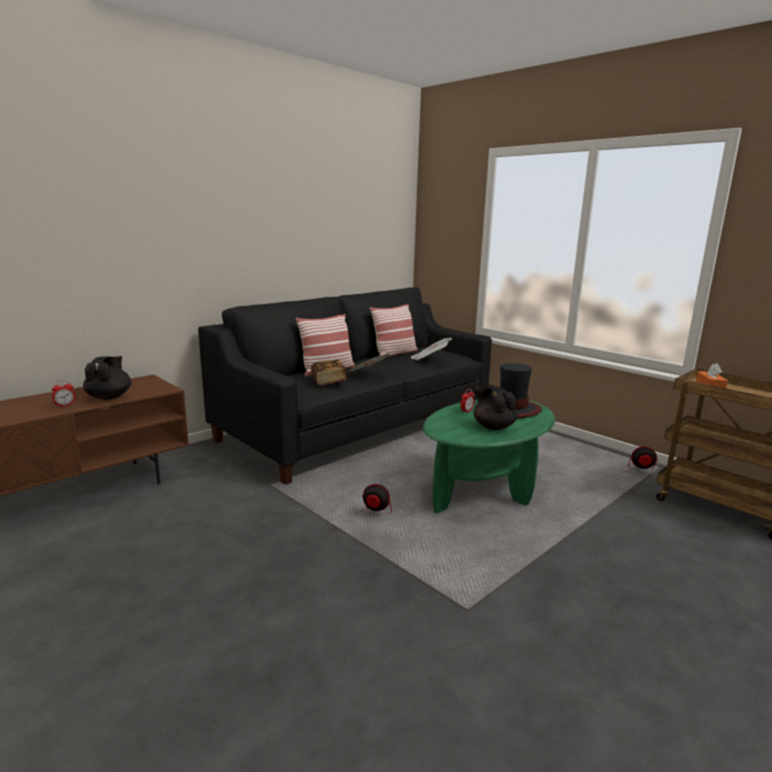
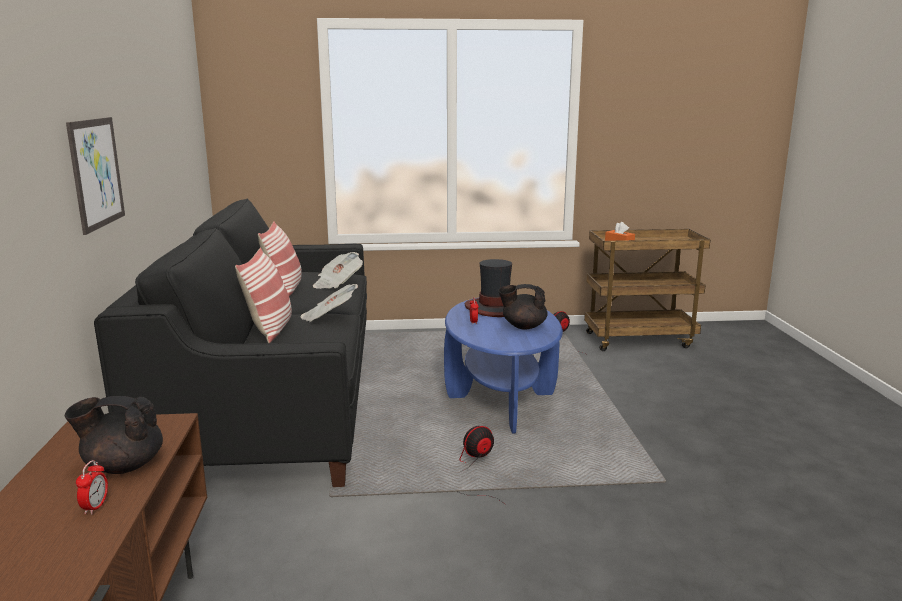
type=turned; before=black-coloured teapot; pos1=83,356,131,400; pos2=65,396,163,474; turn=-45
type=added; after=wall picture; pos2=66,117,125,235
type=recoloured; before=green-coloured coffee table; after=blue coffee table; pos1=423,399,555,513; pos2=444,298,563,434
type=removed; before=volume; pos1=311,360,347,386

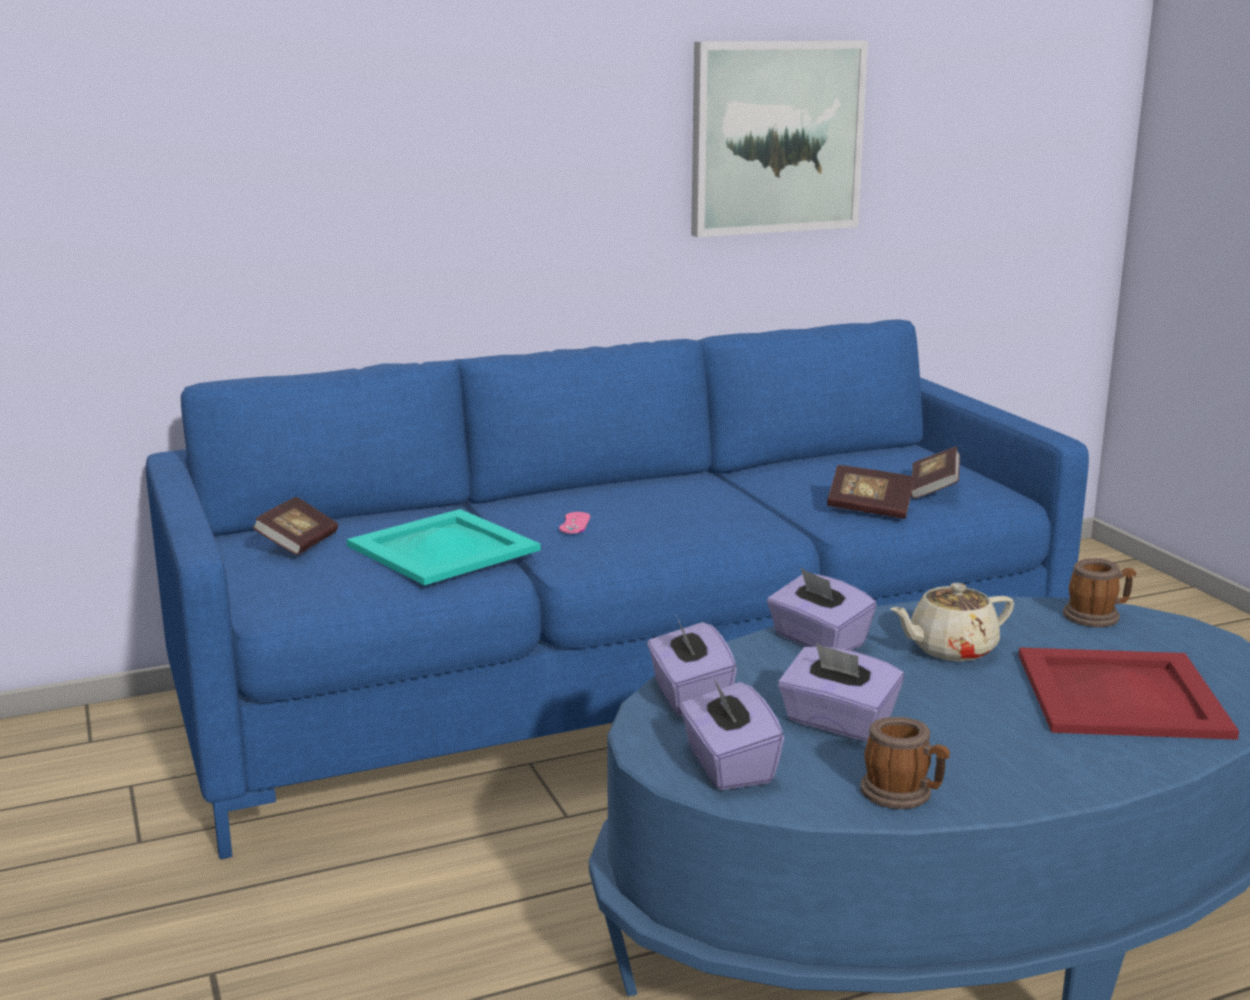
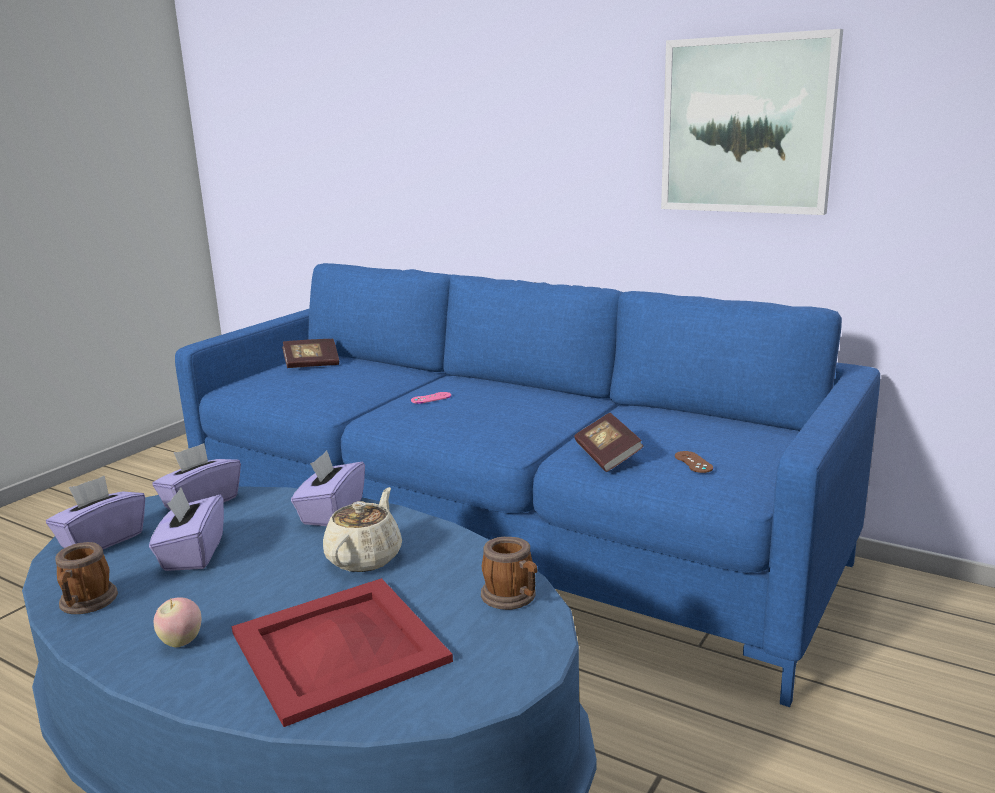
type=added; after=apple fruit; pos2=154,597,201,647
type=turned; before=beige-coloured teapot; pos1=890,583,1014,661; pos2=323,487,402,572; turn=75
type=replaced; before=volume; after=brown gamepad; pos1=911,446,960,499; pos2=675,451,713,473
type=removed; before=turquoise serving tray; pos1=347,509,541,585

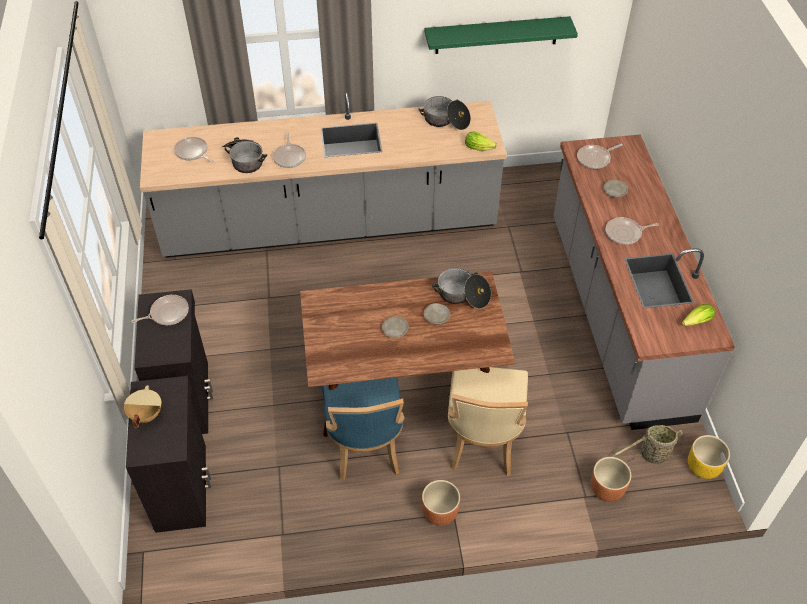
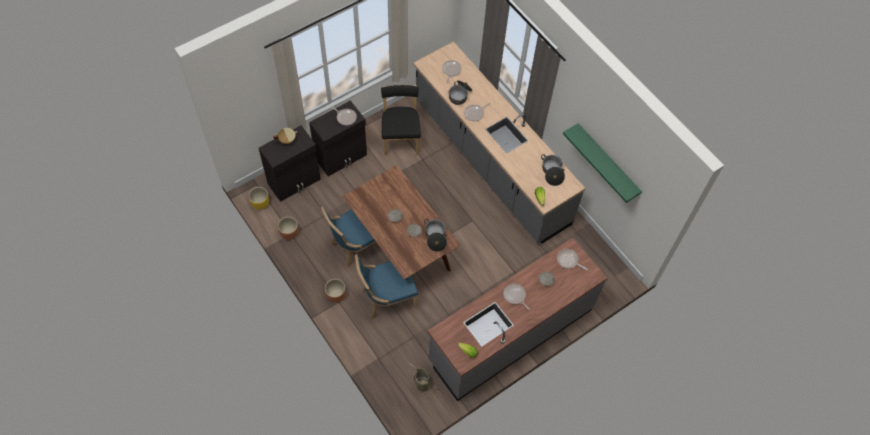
type=moved; before=yellowish planter; pos1=688,435,730,479; pos2=248,187,269,210
type=moved; before=brown planter; pos1=591,457,631,501; pos2=278,217,298,240
type=recoloured; before=beige-coloured upright chair; after=blue upright chair; pos1=448,367,528,476; pos2=355,254,418,319
type=added; after=black-coloured upright chair; pos2=381,85,421,155

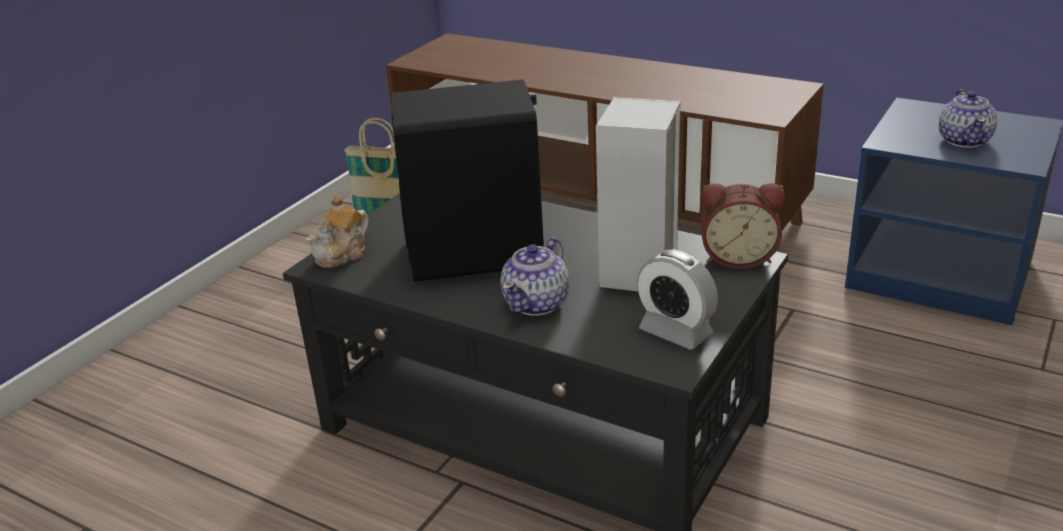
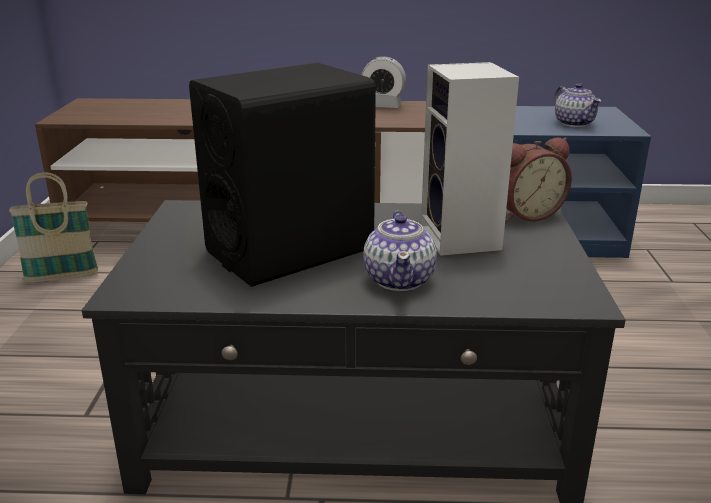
type=moved; before=bedside clock; pos1=637,249,718,350; pos2=361,56,406,108
type=removed; before=teapot; pos1=306,196,369,268

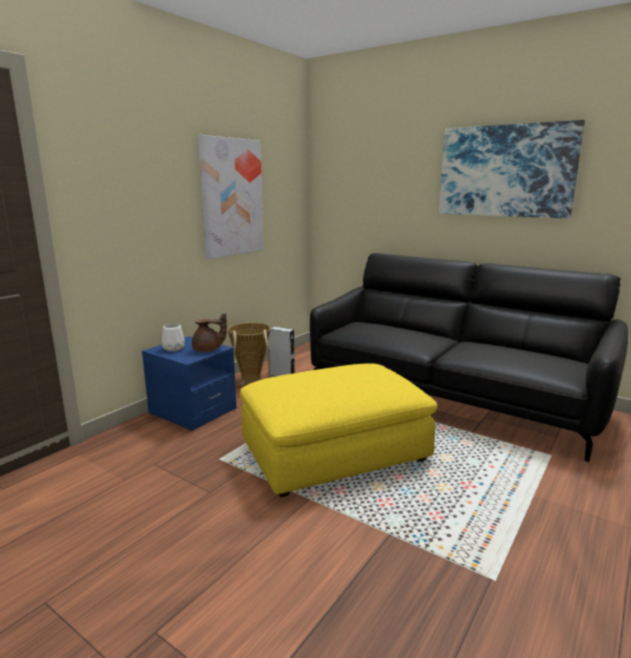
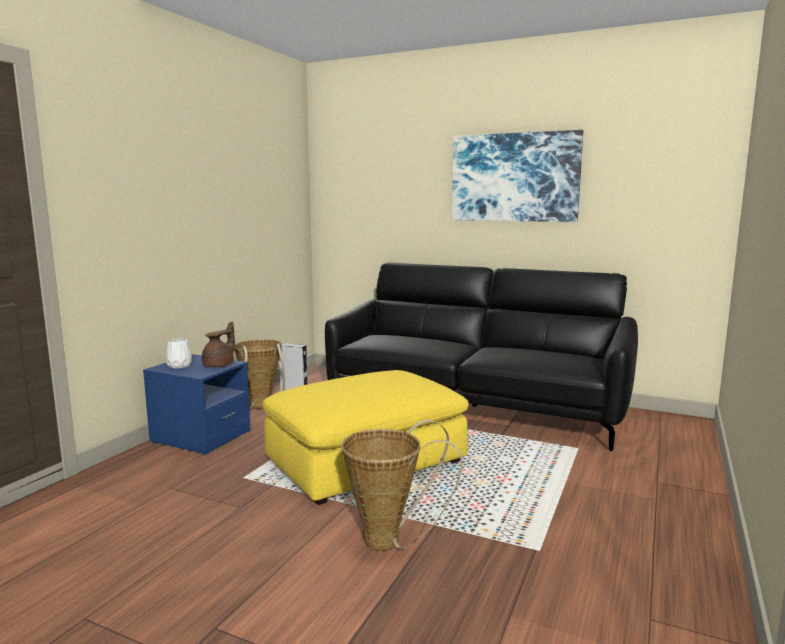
type=turned; before=brown teapot; pos1=192,313,227,352; pos2=202,321,235,367; turn=-45
type=added; after=basket; pos2=341,420,463,551
type=removed; before=wall picture; pos1=198,135,264,259

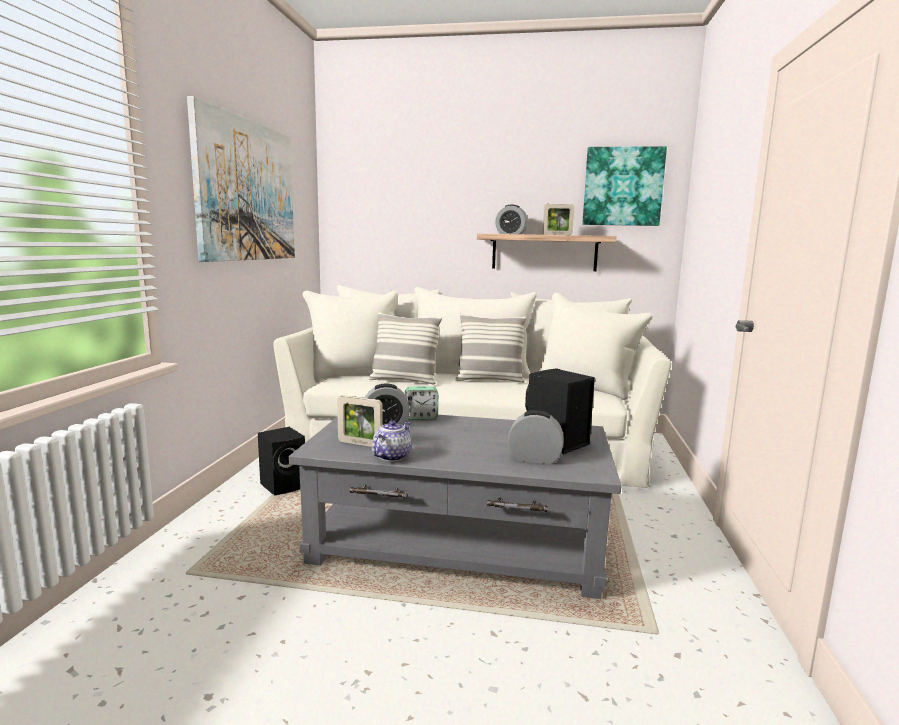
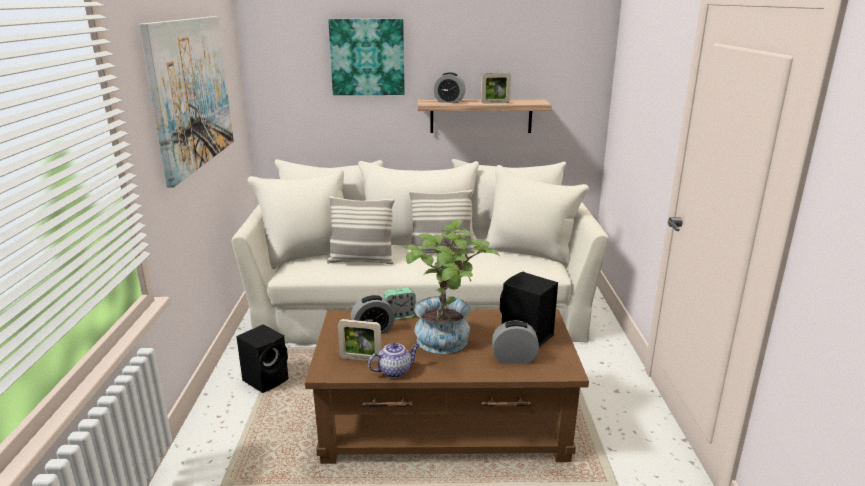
type=recoloured; before=greyish coffee table; after=brown coffee table; pos1=289,415,621,599; pos2=305,309,589,464
type=moved; before=wall picture; pos1=582,146,667,226; pos2=328,19,405,95
type=turned; before=teapot; pos1=372,420,411,461; pos2=368,343,420,378; turn=45
type=added; after=plant in a pot; pos2=403,219,499,354

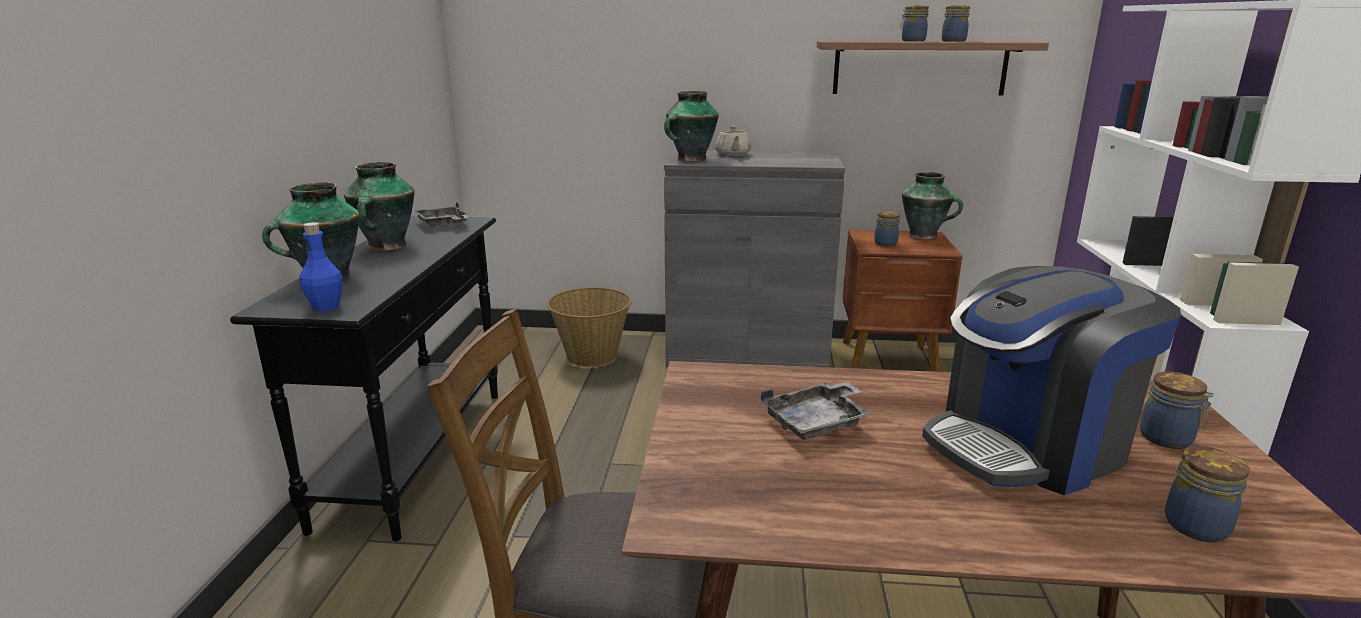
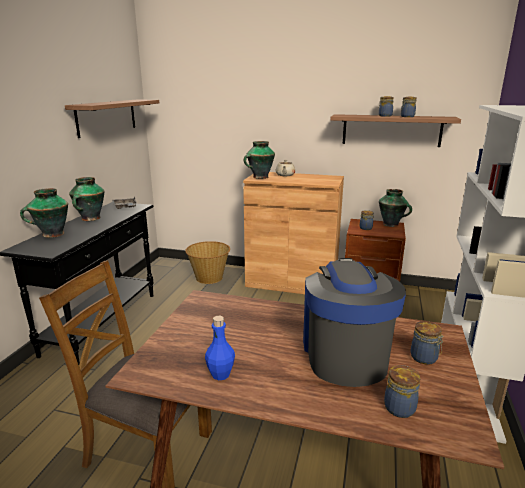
type=added; after=bracket shelf; pos2=65,100,159,138
type=moved; before=blue beverage bottle; pos1=299,222,343,311; pos2=205,316,235,380
type=recoloured; before=greyish storage cabinet; after=brown storage cabinet; pos1=664,150,845,367; pos2=243,172,344,294
type=turned; before=coffee maker; pos1=922,266,1181,495; pos2=303,258,406,387; turn=105
type=removed; before=greyish serving tray; pos1=761,382,872,440

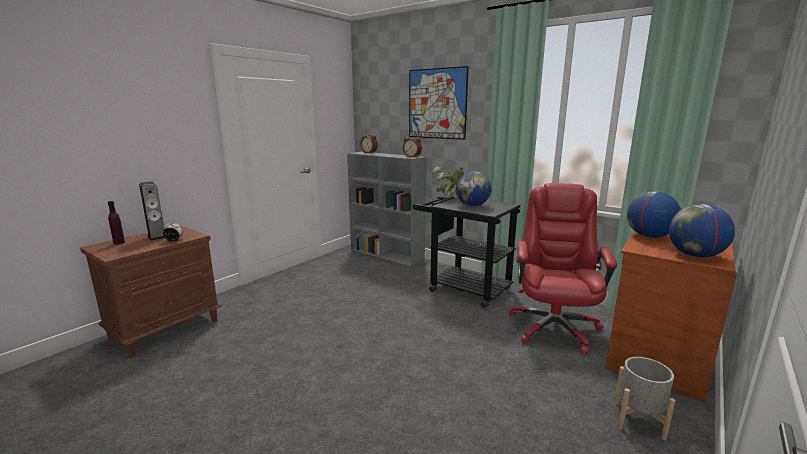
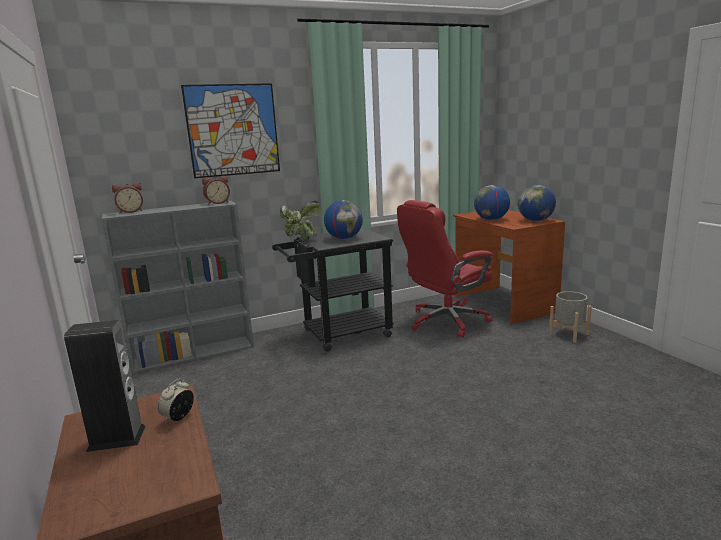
type=turned; before=red-coloured desk chair; pos1=509,183,617,354; pos2=397,200,493,337; turn=-75
type=removed; before=purple-coloured beverage bottle; pos1=108,201,125,245

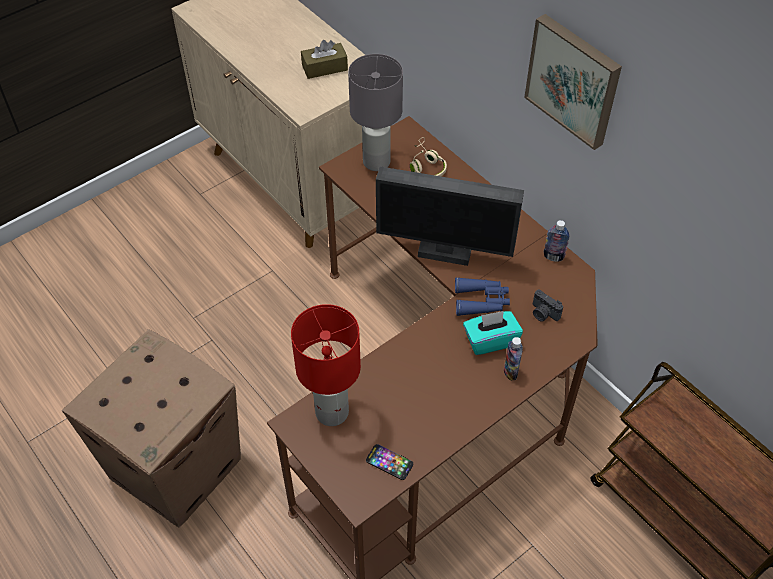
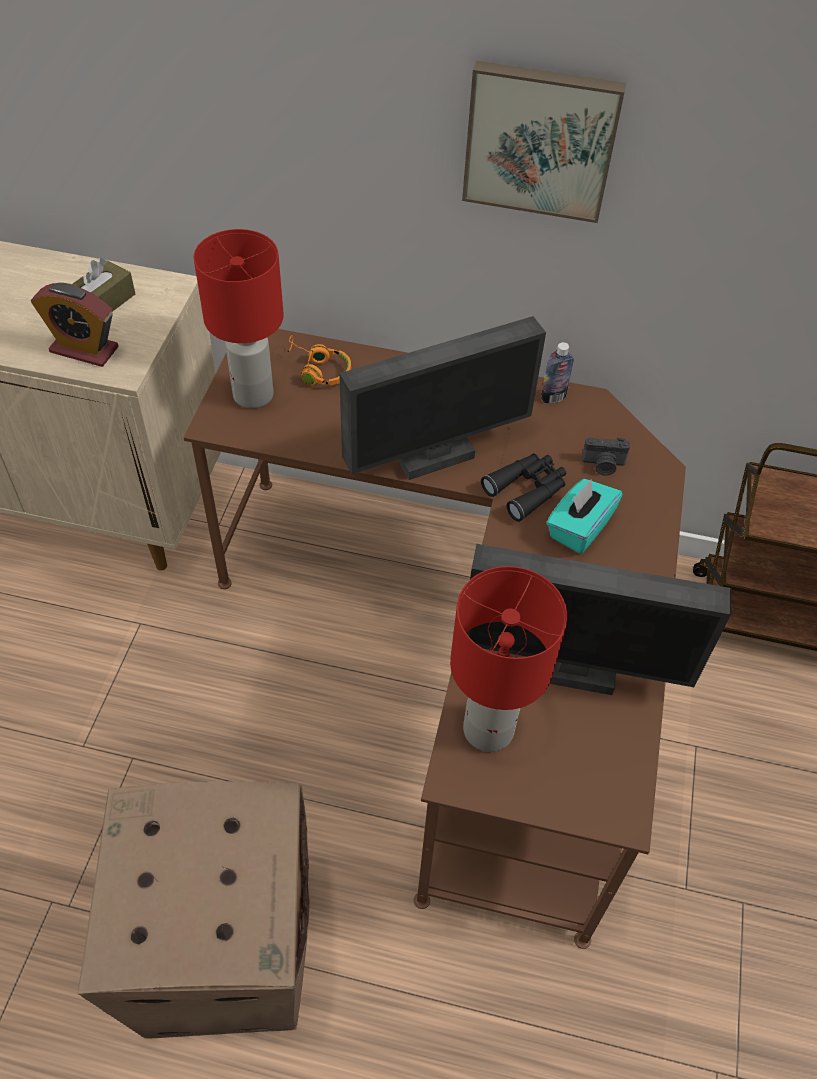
type=added; after=bedside clock; pos2=31,283,119,367
type=recoloured; before=greyish table lamp; after=red-coloured table lamp; pos1=348,54,403,171; pos2=193,229,284,408
type=recoloured; before=beige-coloured headset; after=orange-coloured headset; pos1=410,137,447,176; pos2=287,335,351,386
type=added; after=computer display; pos2=466,544,731,695
type=recoloured; before=blue pair of binoculars; after=black-coloured pair of binoculars; pos1=455,277,510,316; pos2=481,453,566,522
type=removed; before=handset; pos1=366,444,413,480
type=removed; before=beverage bottle; pos1=504,337,523,381

